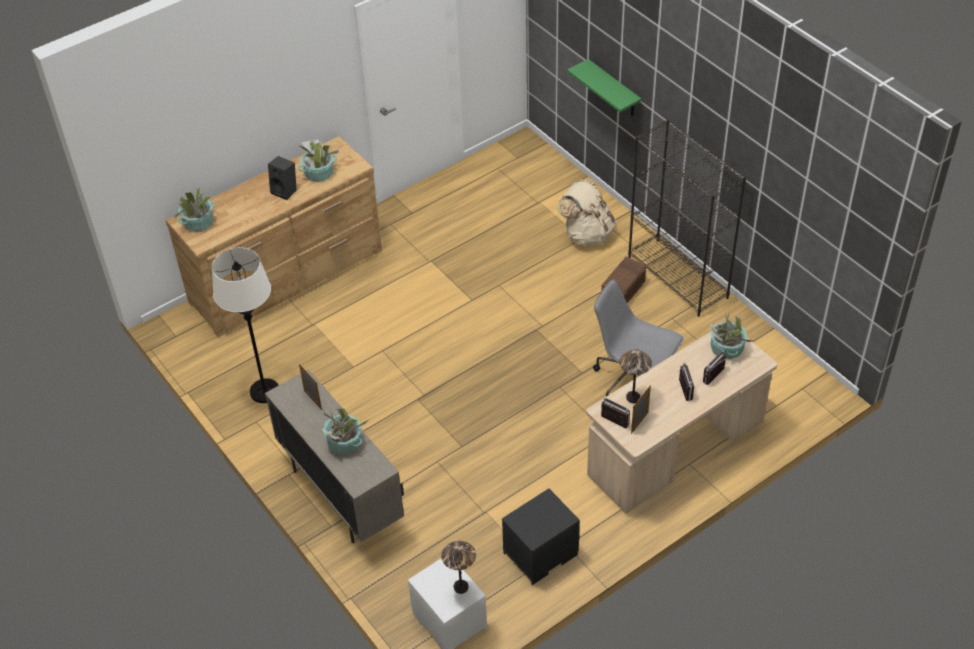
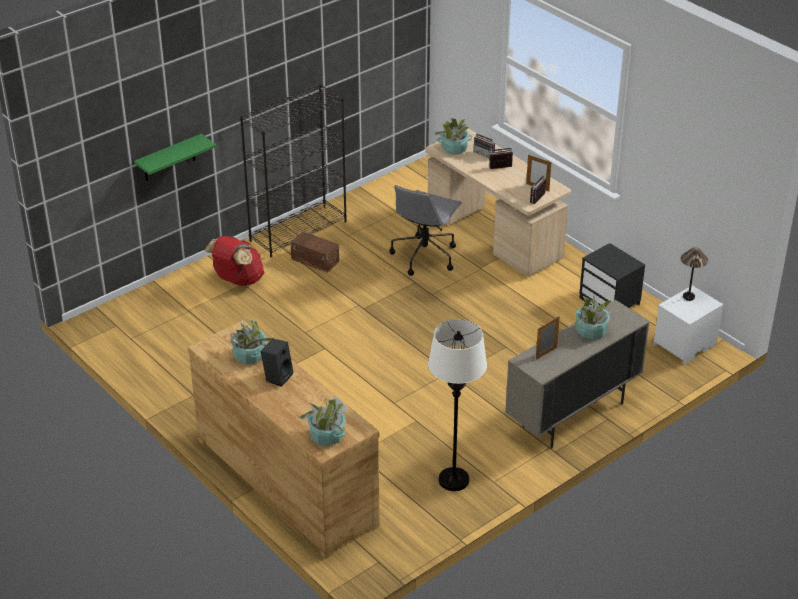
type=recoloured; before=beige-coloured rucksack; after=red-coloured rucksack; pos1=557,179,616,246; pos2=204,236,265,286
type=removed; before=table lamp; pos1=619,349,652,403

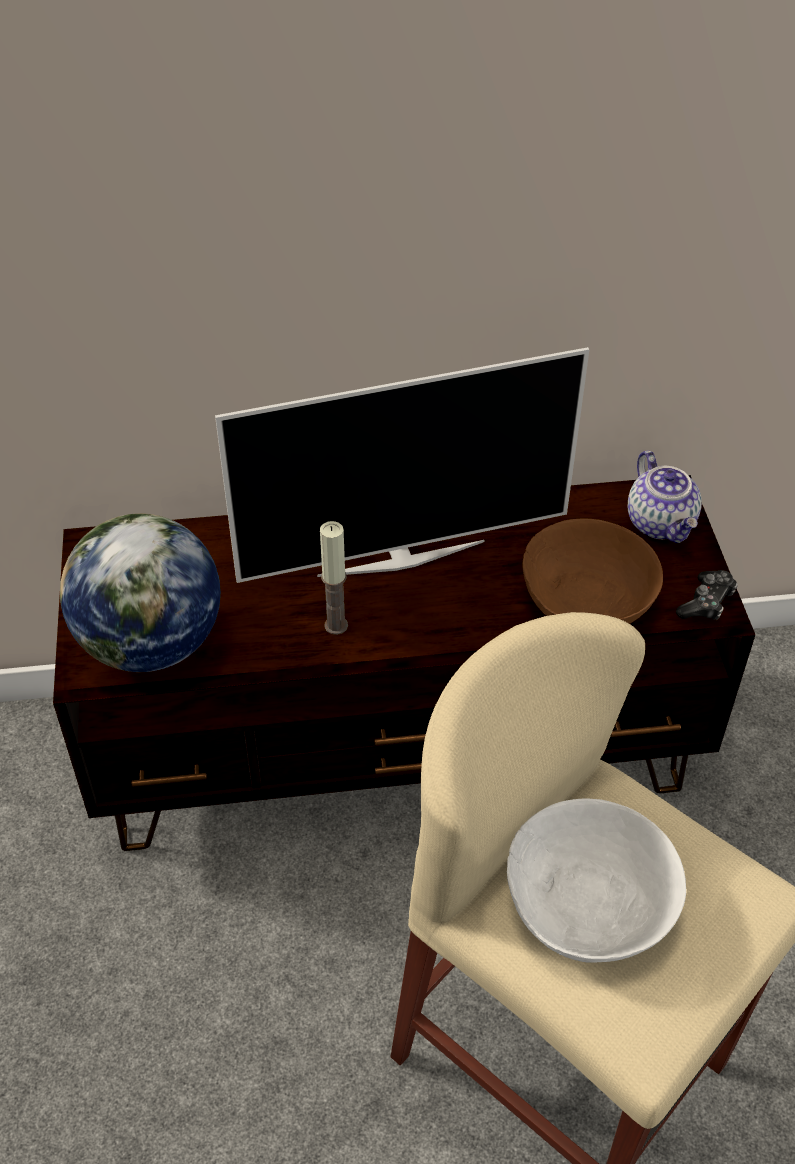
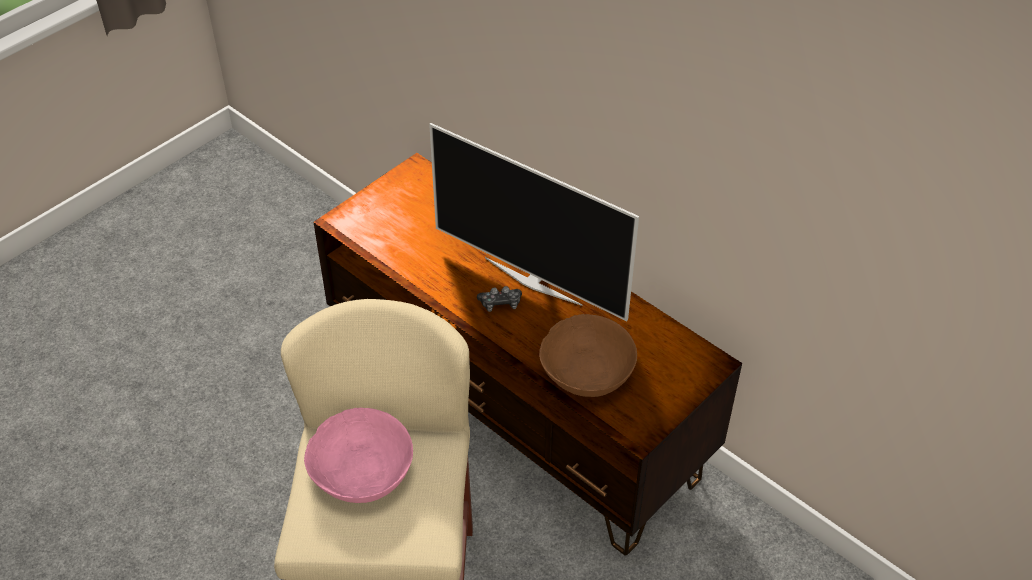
type=recoloured; before=white-coloured bowl; after=pink-coloured bowl; pos1=507,799,686,963; pos2=304,408,413,503
type=moved; before=gamepad; pos1=676,570,738,620; pos2=477,286,522,312
type=removed; before=world globe; pos1=60,513,221,672
type=removed; before=wax candle; pos1=320,521,348,635
type=removed; before=teapot; pos1=628,451,702,544

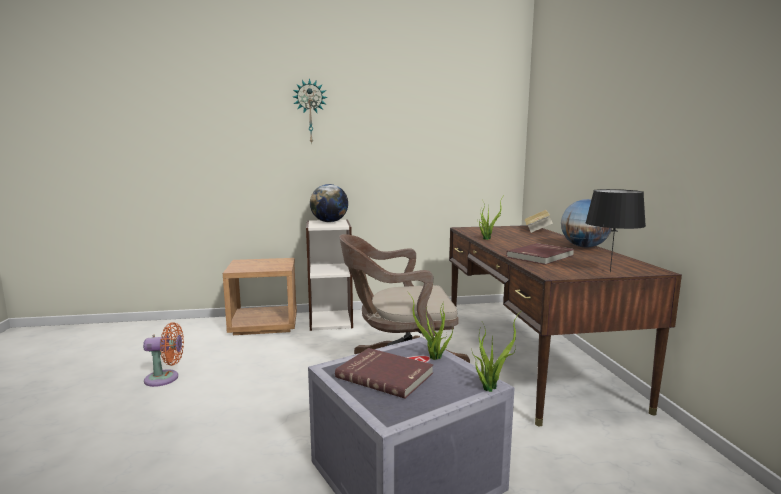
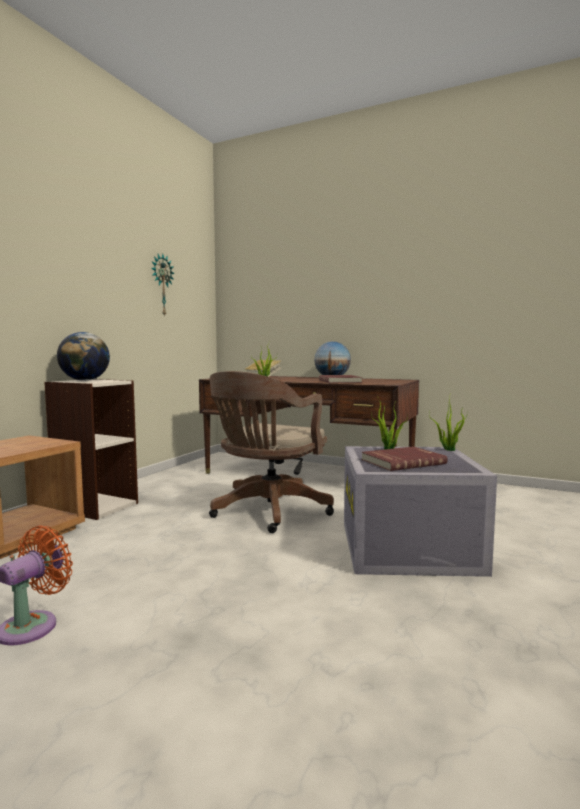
type=moved; before=clock on the wall; pos1=293,78,328,145; pos2=151,254,175,317
type=removed; before=black-coloured table lamp; pos1=585,189,646,272

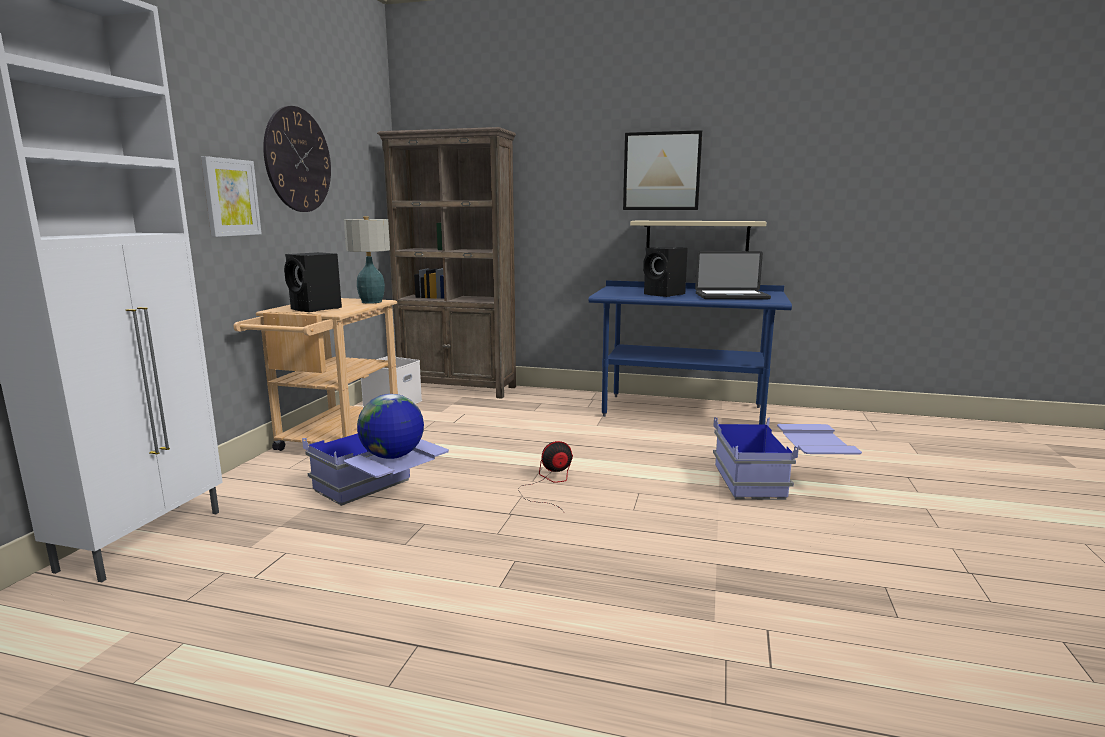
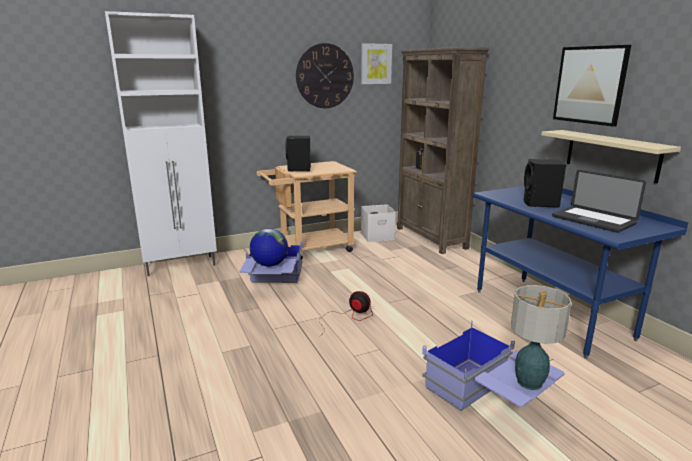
type=moved; before=wall picture; pos1=201,156,262,237; pos2=361,43,392,84
type=moved; before=table lamp; pos1=344,216,390,304; pos2=511,285,572,390

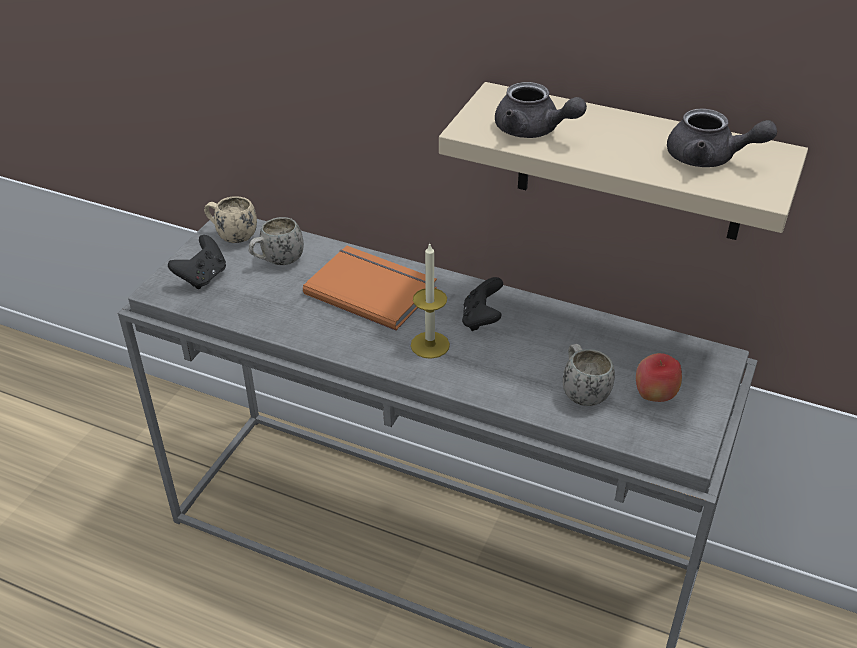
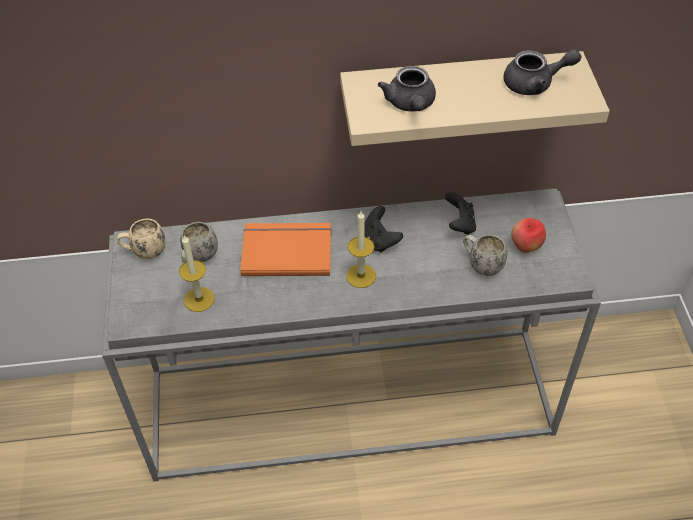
type=added; after=wax candle; pos2=179,236,215,312
type=turned; before=greyish teapot; pos1=495,82,587,138; pos2=378,66,436,112; turn=75
type=moved; before=black-coloured gamepad; pos1=168,235,226,289; pos2=445,192,476,235

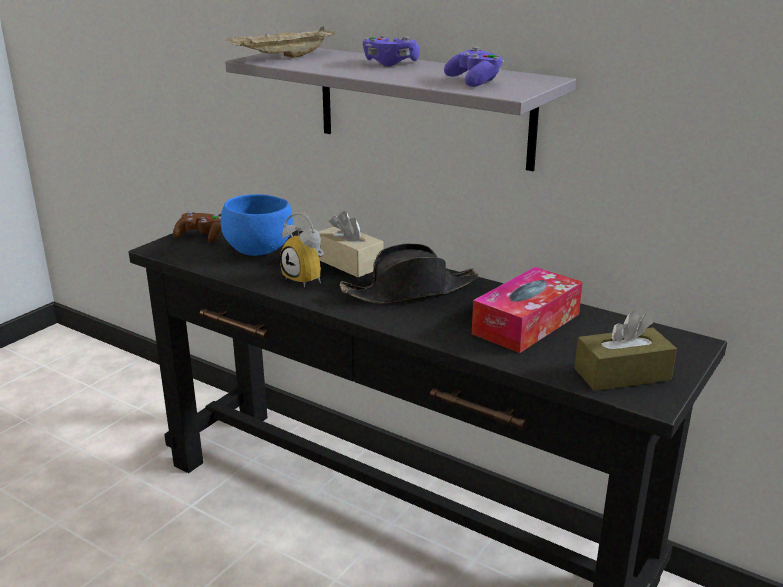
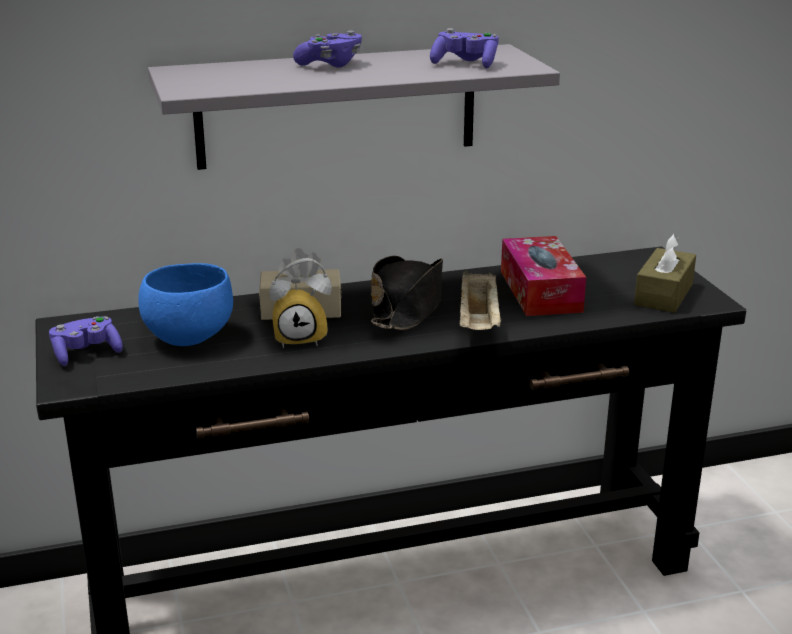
type=recoloured; before=brown gamepad; after=purple-coloured gamepad; pos1=173,211,221,243; pos2=49,316,123,366
type=moved; before=beige-coloured serving tray; pos1=226,27,335,58; pos2=460,271,501,330

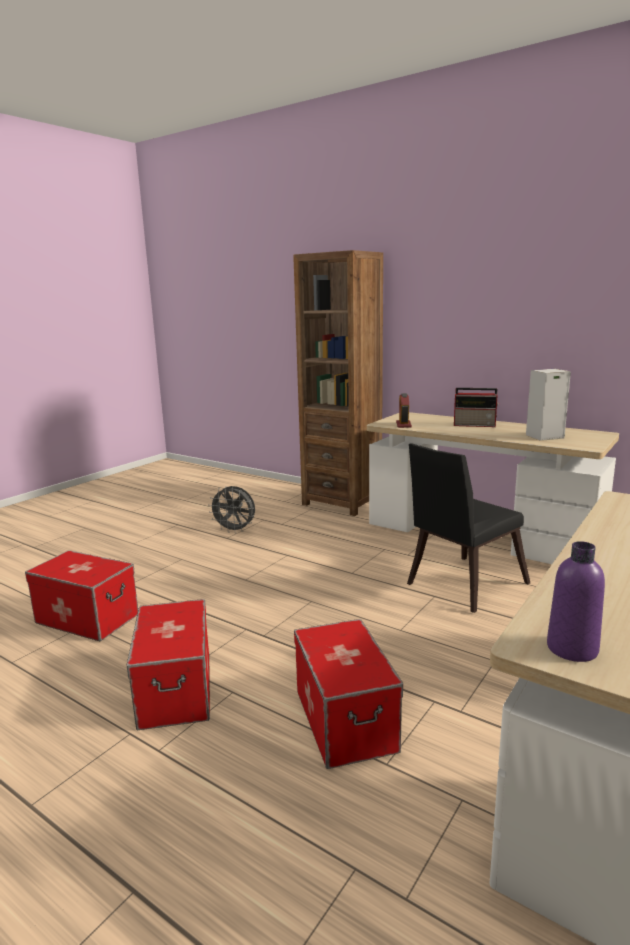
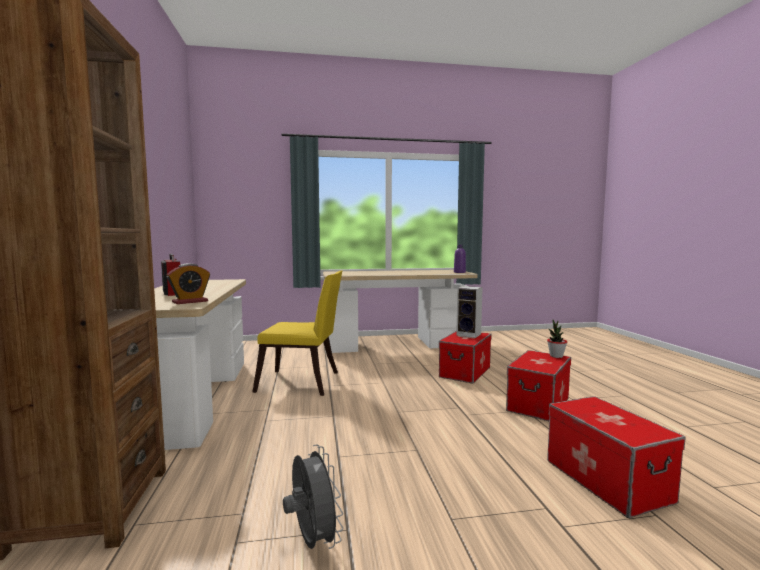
type=recoloured; before=black-coloured upright chair; after=yellowish upright chair; pos1=407,443,530,613; pos2=253,270,342,396
type=moved; before=audio speaker; pos1=526,369,571,441; pos2=456,286,483,338
type=added; after=plant in a pot; pos2=547,320,567,358

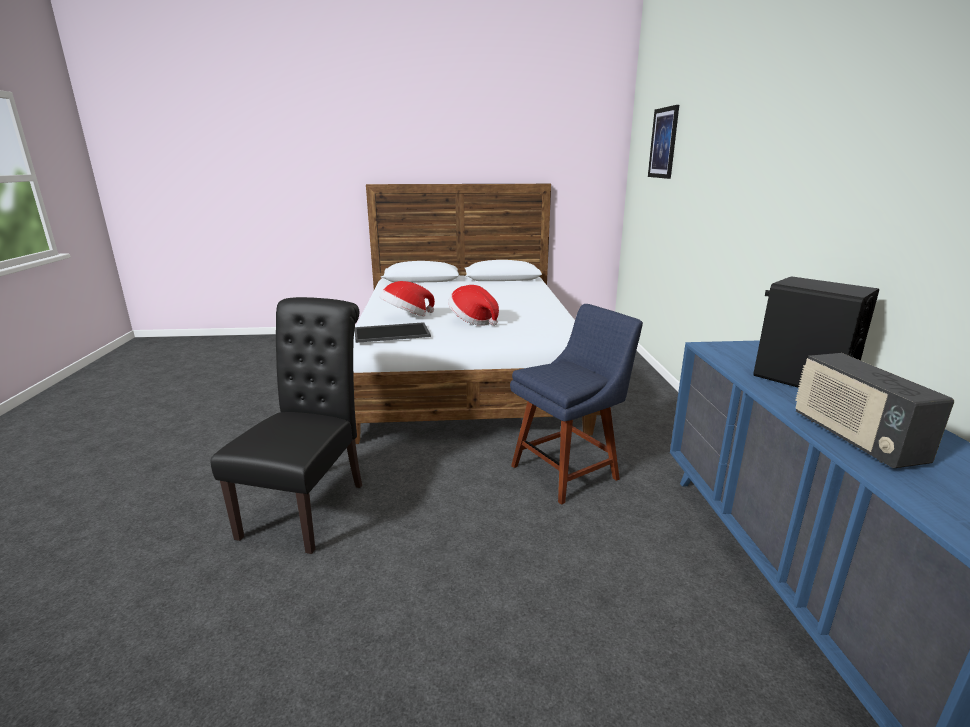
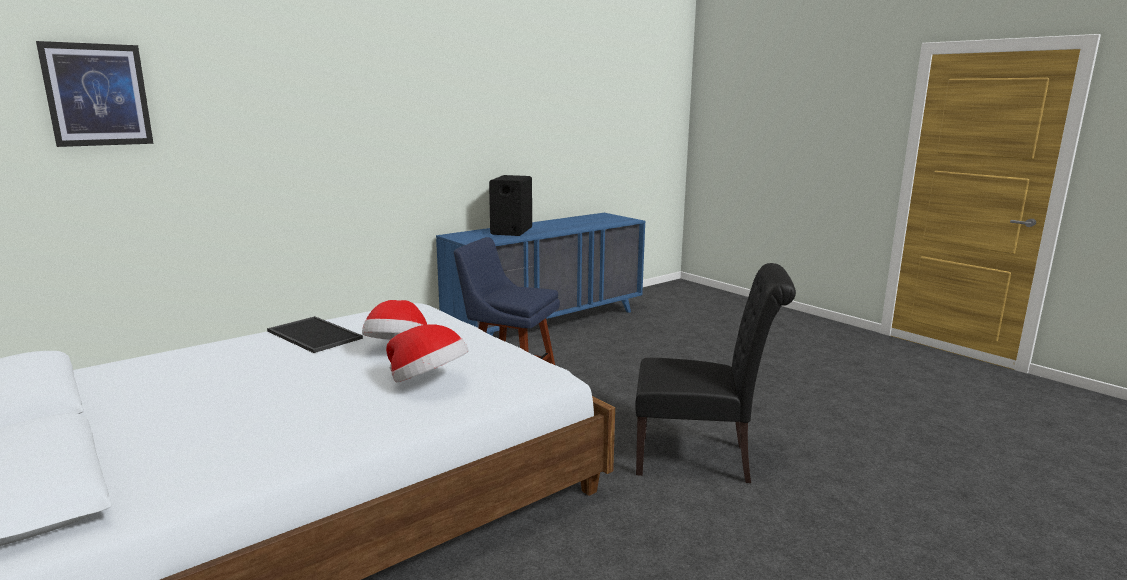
type=moved; before=serving tray; pos1=355,322,431,343; pos2=267,316,363,353
type=turned; before=black-coloured upright chair; pos1=211,297,362,554; pos2=635,263,796,483; turn=-150
type=removed; before=radio; pos1=795,353,954,468

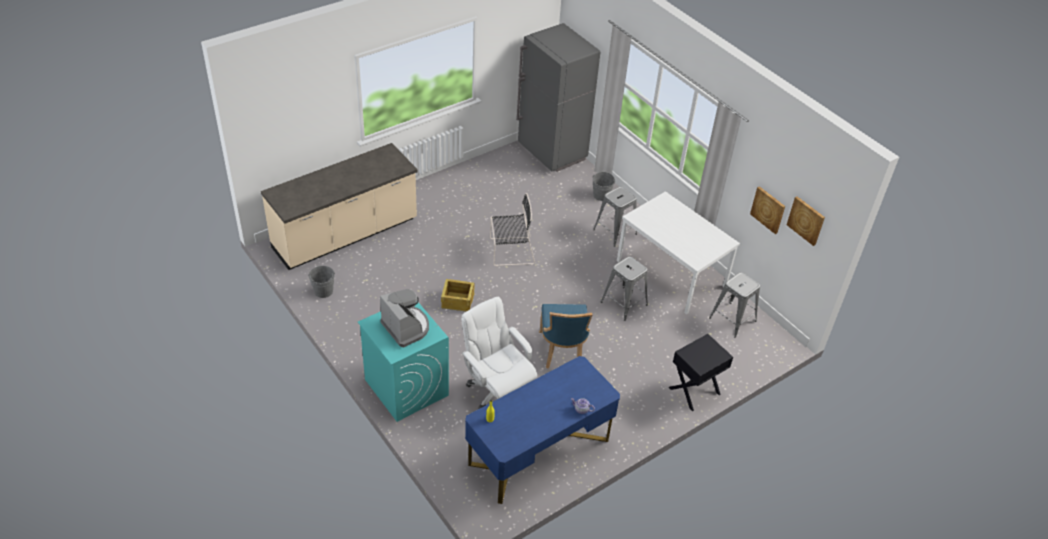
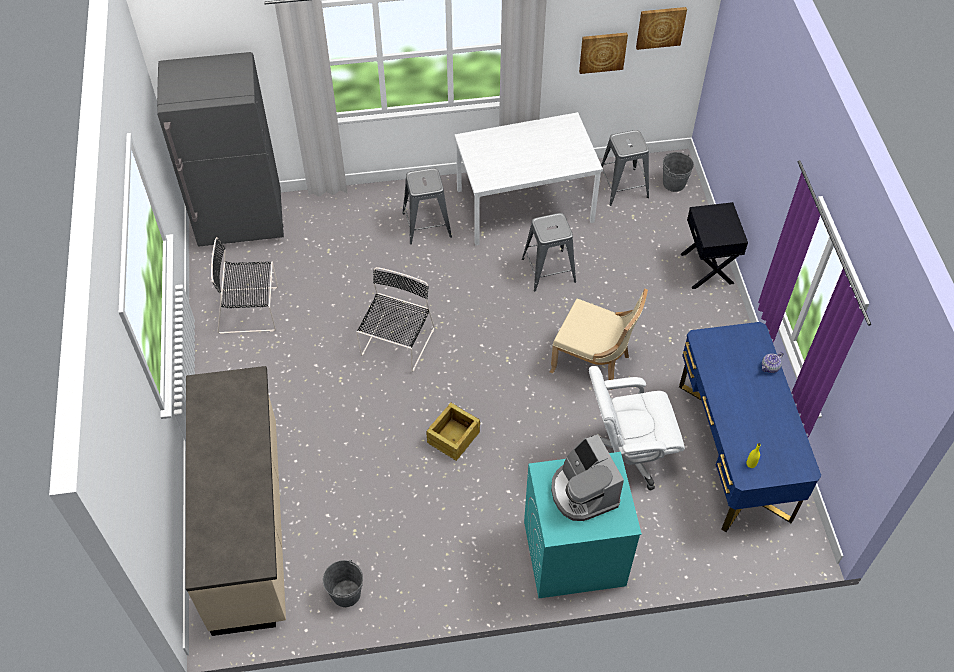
type=added; after=black-coloured upright chair; pos2=211,237,278,334
type=recoloured; before=blue upright chair; after=beige-coloured upright chair; pos1=539,304,593,368; pos2=550,289,648,390
type=turned; before=coffee maker; pos1=380,289,429,347; pos2=551,434,624,521; turn=-105
type=moved; before=greyish pail; pos1=592,172,615,201; pos2=663,152,694,192

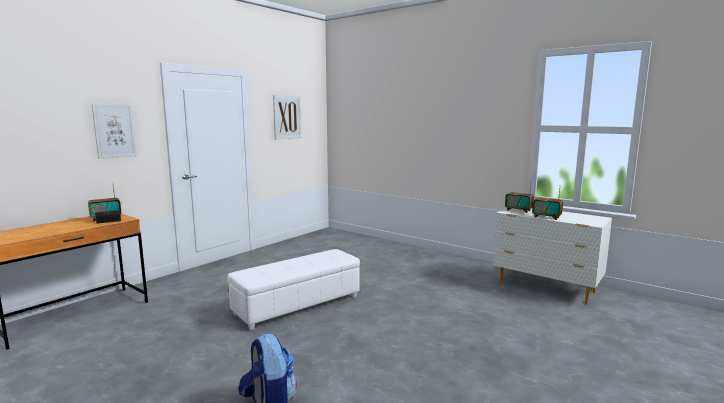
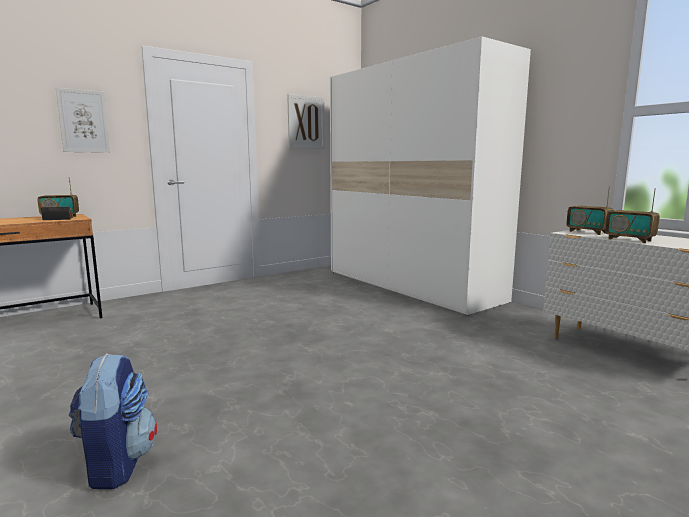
type=added; after=white-coloured wardrobe; pos2=330,36,531,315
type=removed; before=white-coloured pouffe; pos1=227,249,360,330

